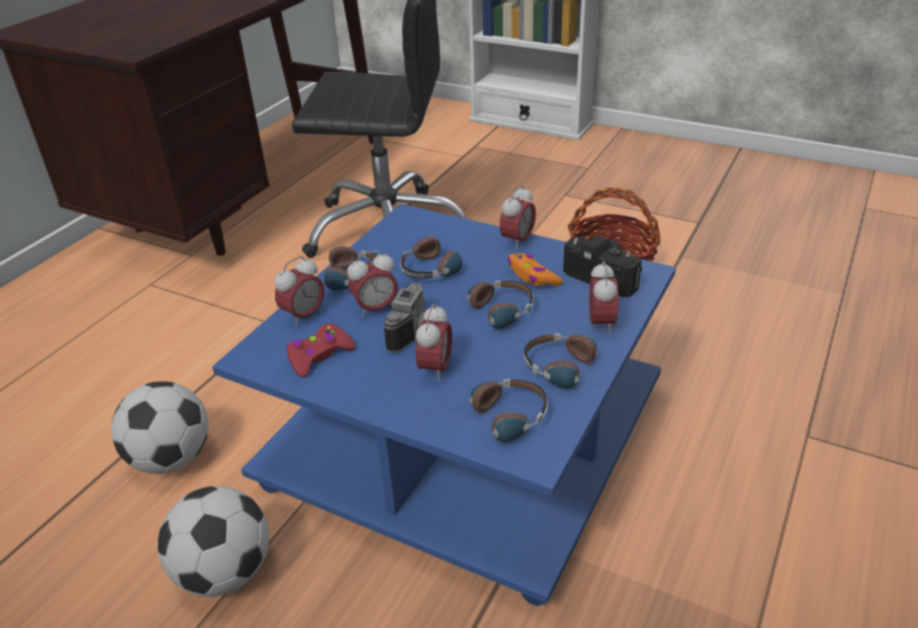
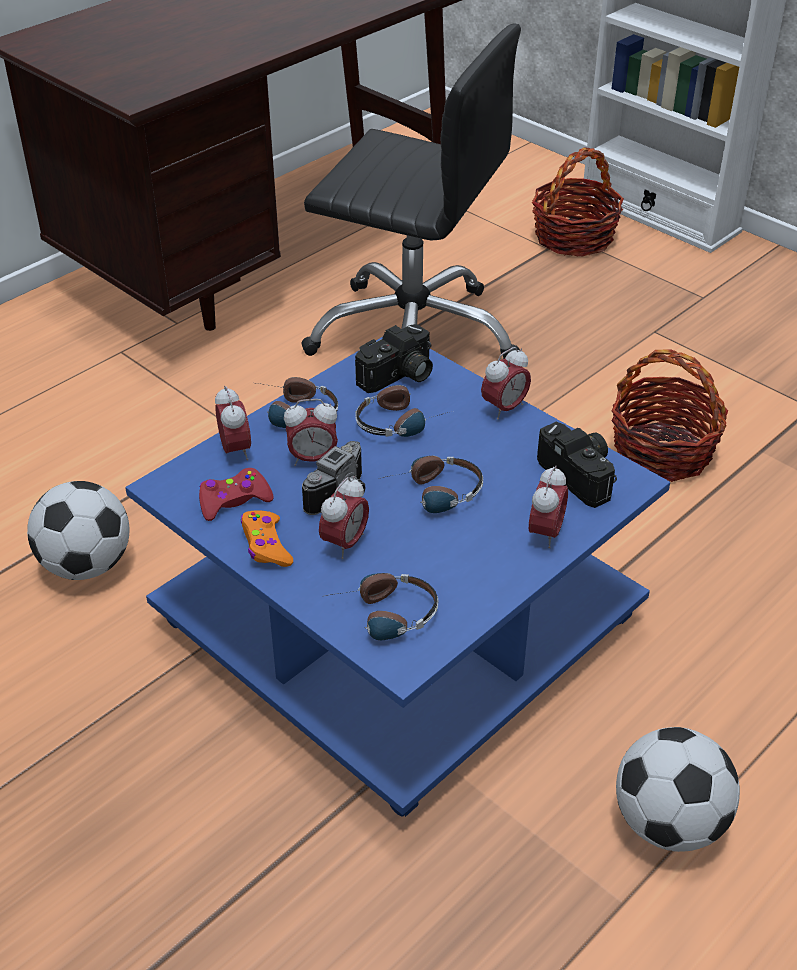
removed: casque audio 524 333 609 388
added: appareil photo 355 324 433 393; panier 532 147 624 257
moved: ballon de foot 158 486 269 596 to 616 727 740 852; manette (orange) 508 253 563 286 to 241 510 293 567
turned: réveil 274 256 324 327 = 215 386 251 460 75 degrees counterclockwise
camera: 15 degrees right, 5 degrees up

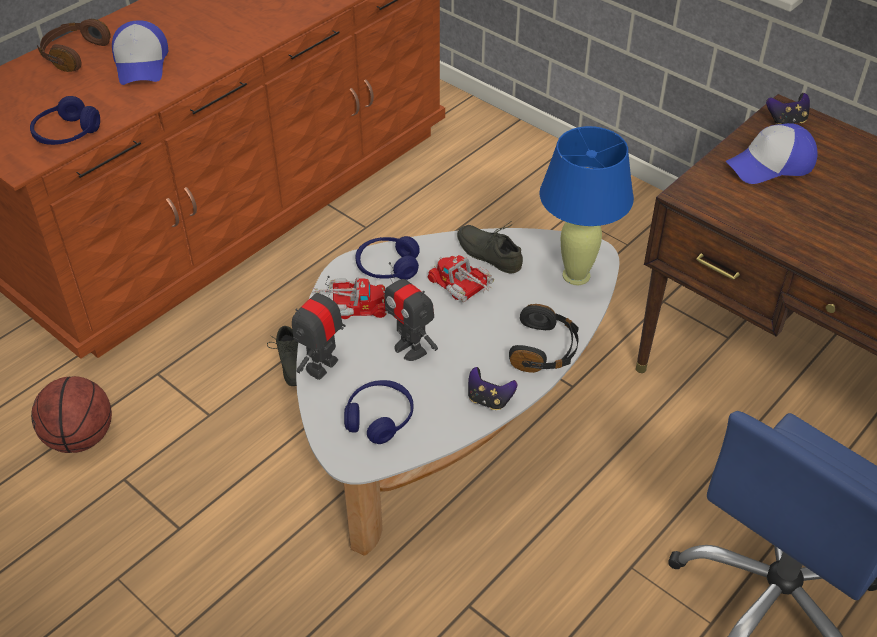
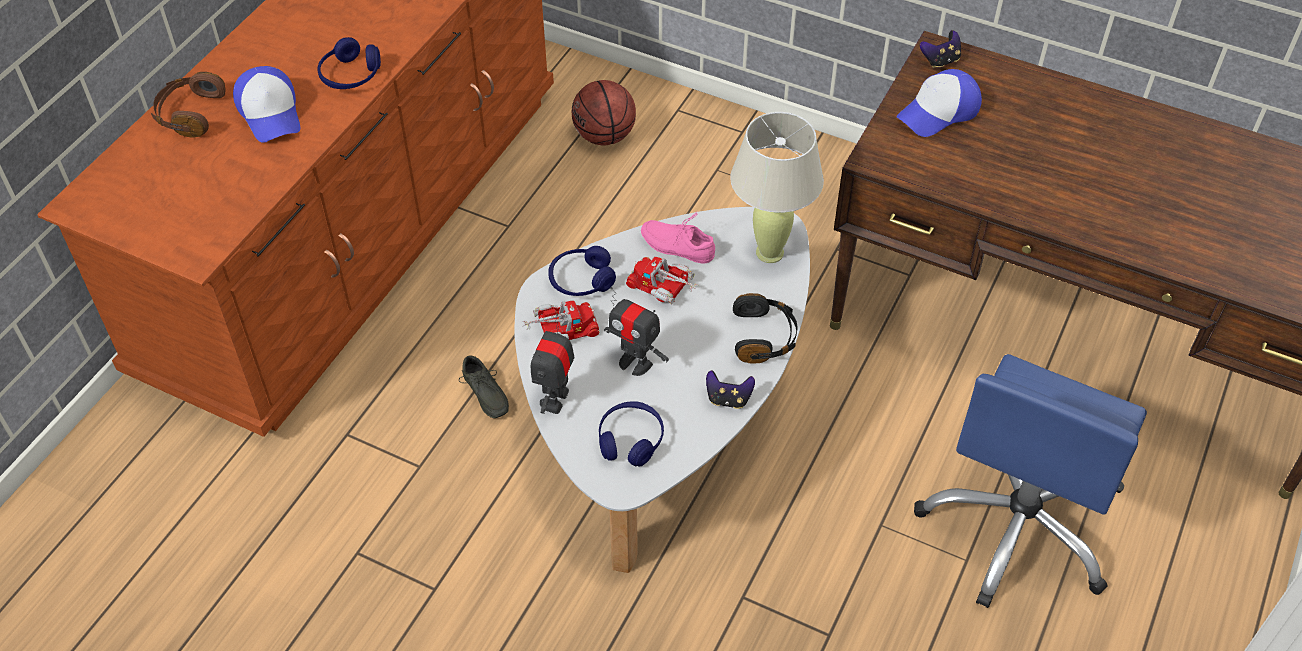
moved: casque audio (bleu) 30 96 100 145 to 317 37 381 89; ballon de basket 31 376 112 453 to 571 80 636 145
recoloured: chaussure (gris) 457 221 523 273 to chaussure (rose) 641 211 715 263; lampe de table (bleu) 540 126 634 285 to lampe de table (beige) 730 112 824 263
camera: 15 degrees left, 5 degrees up

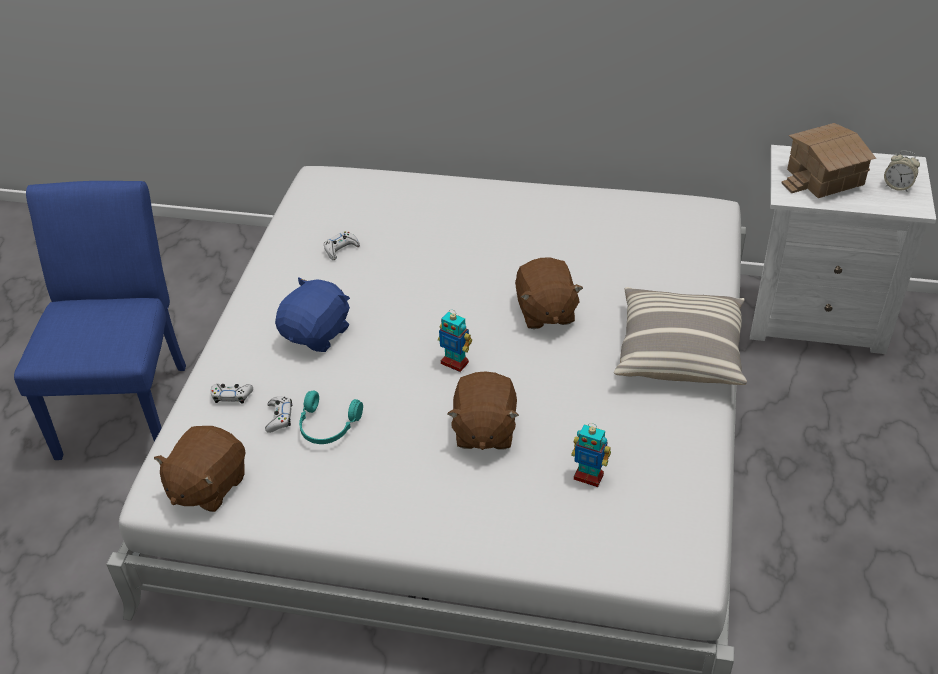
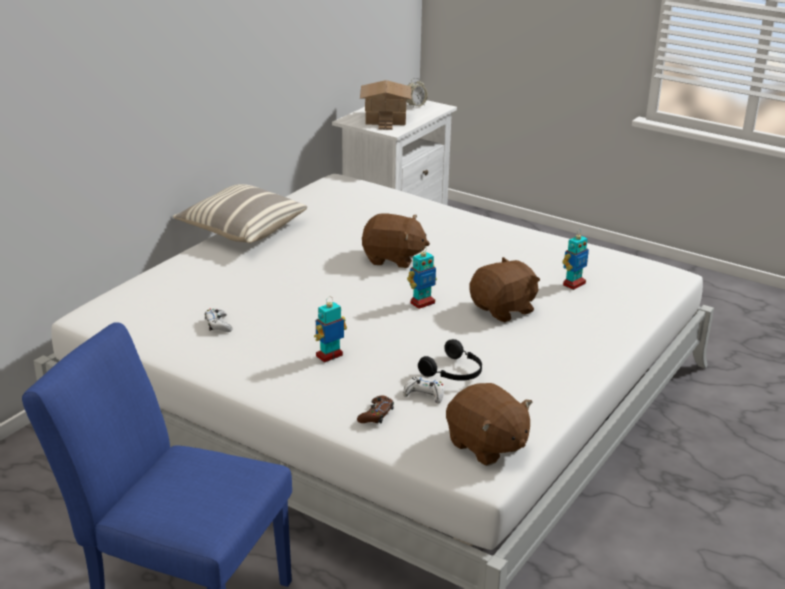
moved: coussin 614 287 747 385 to 173 184 307 243
replaced: peluche (bleu) 275 278 350 352 to robot jouet 314 297 347 363
recoloured: manette (blanc) 211 384 253 404 to manette (marron) 357 395 394 424; casque audio (turquoise) 299 391 363 444 to casque audio (noir) 418 339 482 381
turned: peluche (marron) 447 371 519 450 = 469 257 540 322 60 degrees counterclockwise
camera: 70 degrees left, 15 degrees down

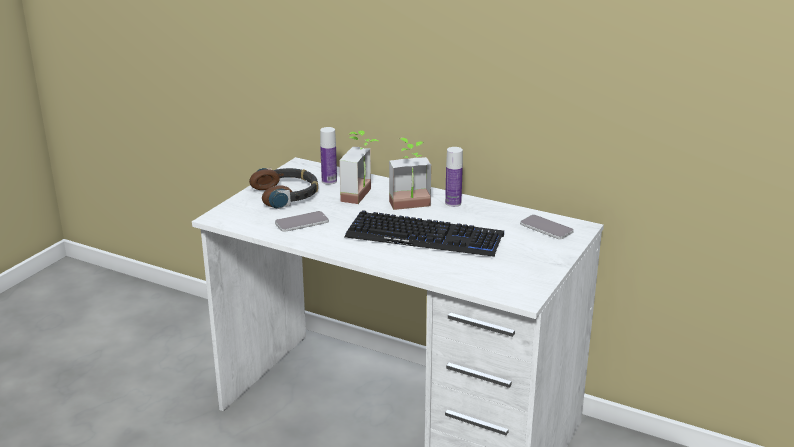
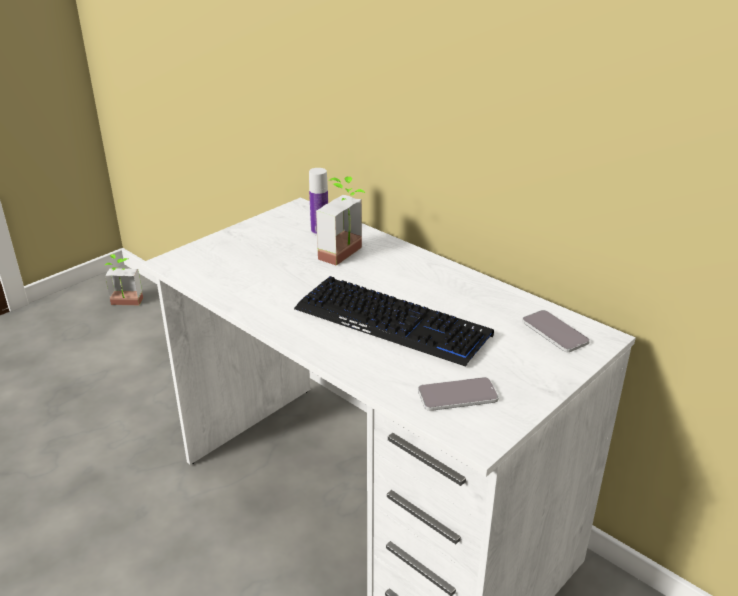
removed: casque audio 249 168 318 209; bouteille 445 147 463 207
moved: téléphone 275 211 329 232 to 418 377 499 411; plante en pot 389 138 431 210 to 104 254 143 305
camera: 15 degrees right, 5 degrees up

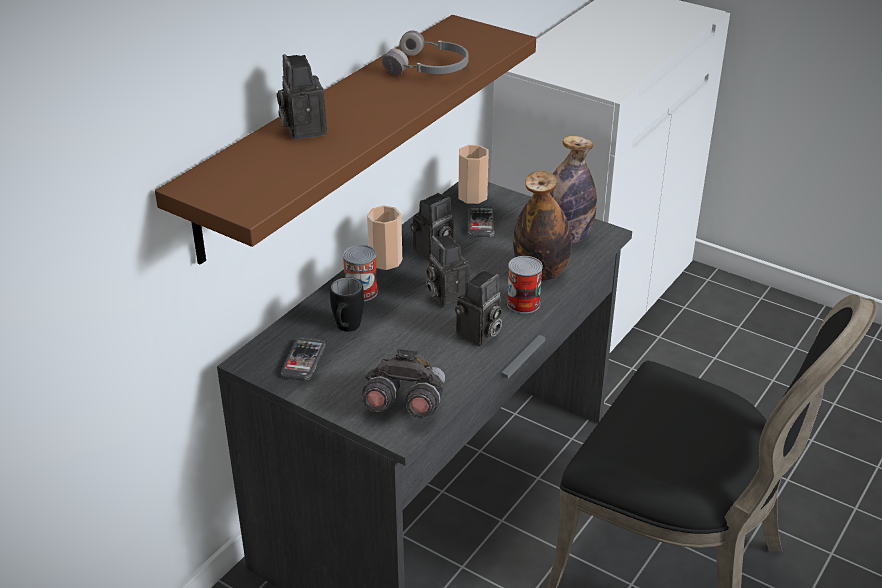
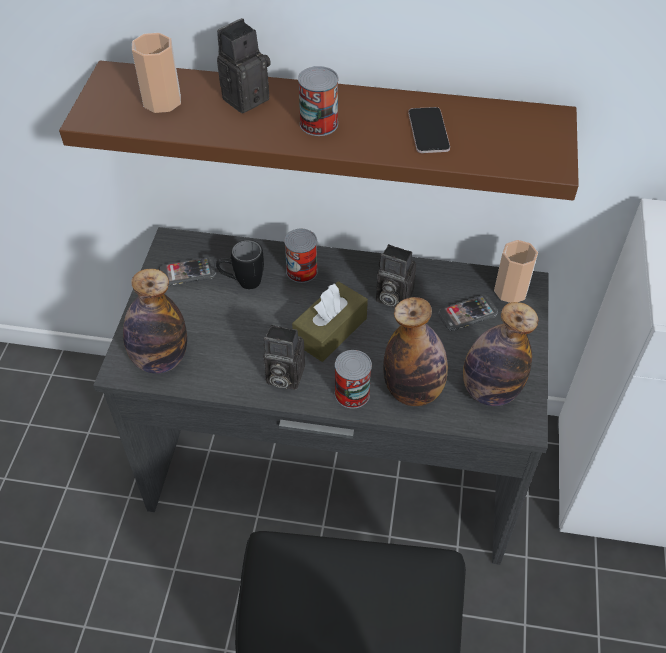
added: boîte métallique 298 66 339 136
moved: tasse 367 205 402 270 to 132 33 181 113
replaced: jumelles (gris) 362 349 445 418 to bouteille 123 269 187 374; casque audio (gris) 382 30 469 75 to téléphone 408 107 450 153; appareil photo 426 234 470 308 to boîte à mouchoirs (marron) 292 281 368 362
camera: 65 degrees right, 15 degrees up

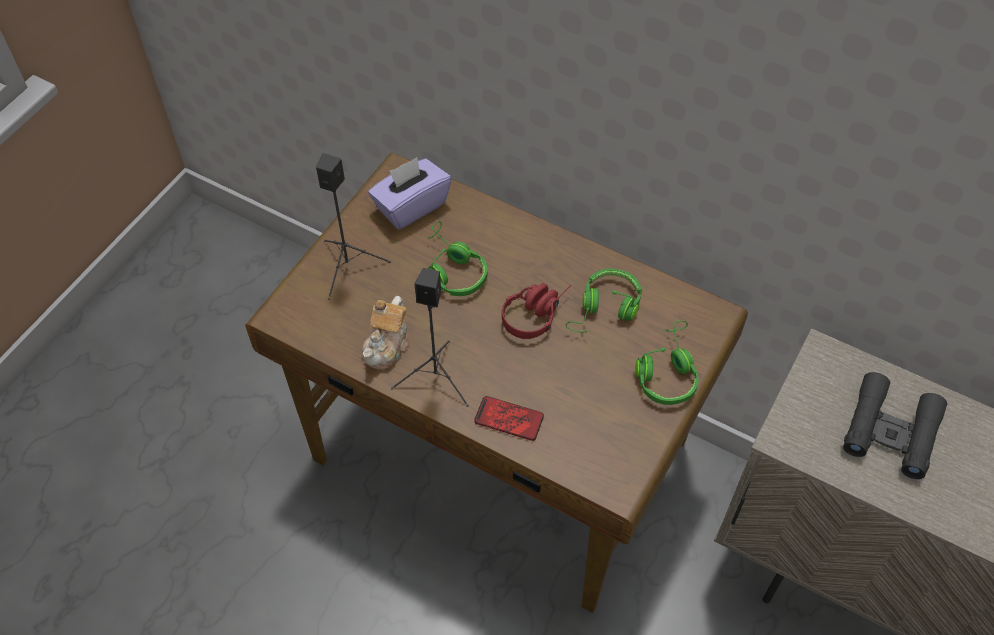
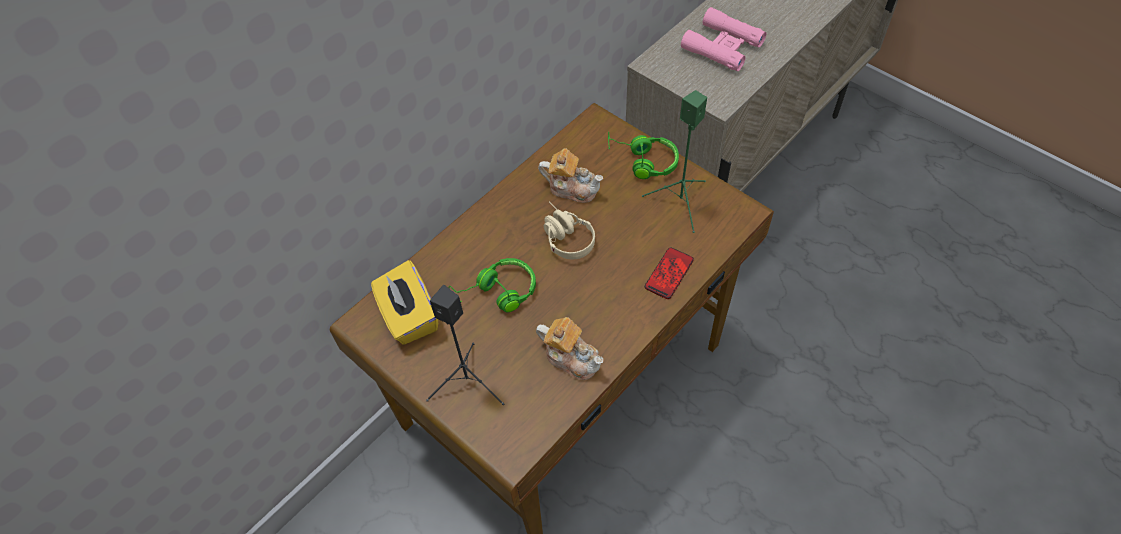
removed: enceinte (noir) 391 268 469 407
added: enceinte (vert) 642 90 707 233
replaced: casque audio (vert) 566 268 642 333 to théière 538 148 603 203
recoloured: boîte à mouchoirs (violet) 368 157 451 230 to boîte à mouchoirs (jaune) 371 260 438 344; casque audio (rouge) 502 283 571 339 to casque audio (beige) 544 201 595 259; jumelles (noir) 843 372 947 479 to jumelles (rose) 681 7 766 71
camera: 75 degrees left, 0 degrees up

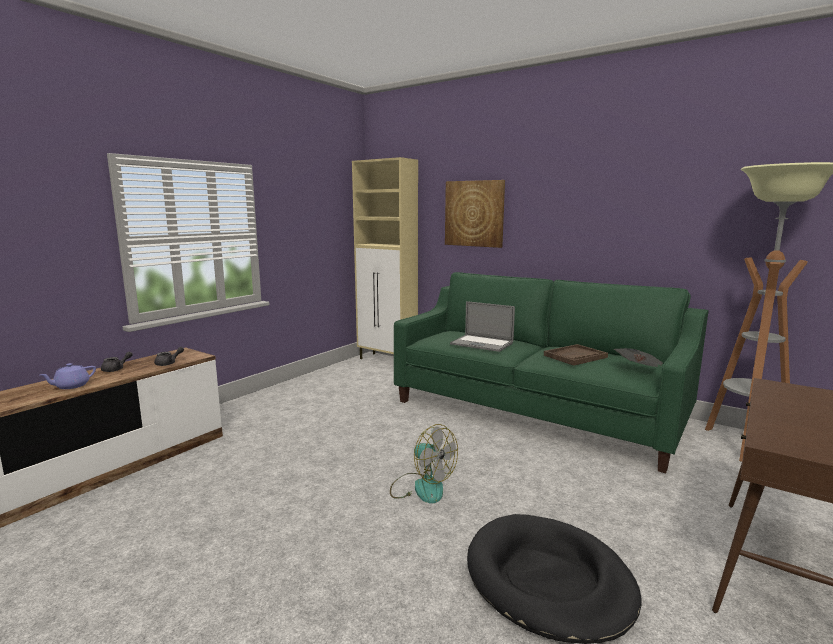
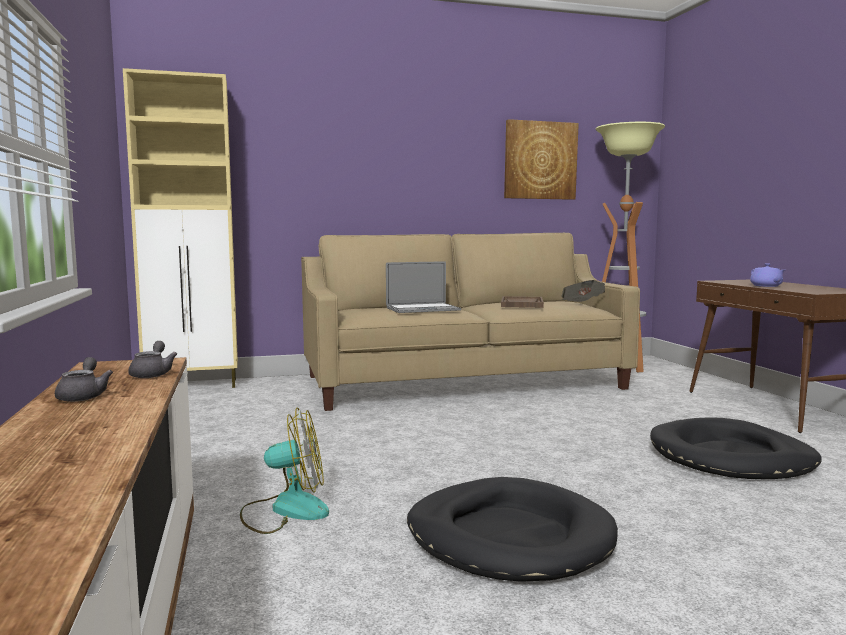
added: panier pour chien (noir) 407 477 618 582
moved: théière (violet) 40 363 96 389 to 750 263 785 287; ventilateur 390 424 458 504 to 240 407 329 534; tableau 445 180 505 248 to 504 119 579 200
recoloured: canapé (vert) 394 272 709 473 to canapé (beige) 301 233 640 411
camera: 50 degrees left, 5 degrees down

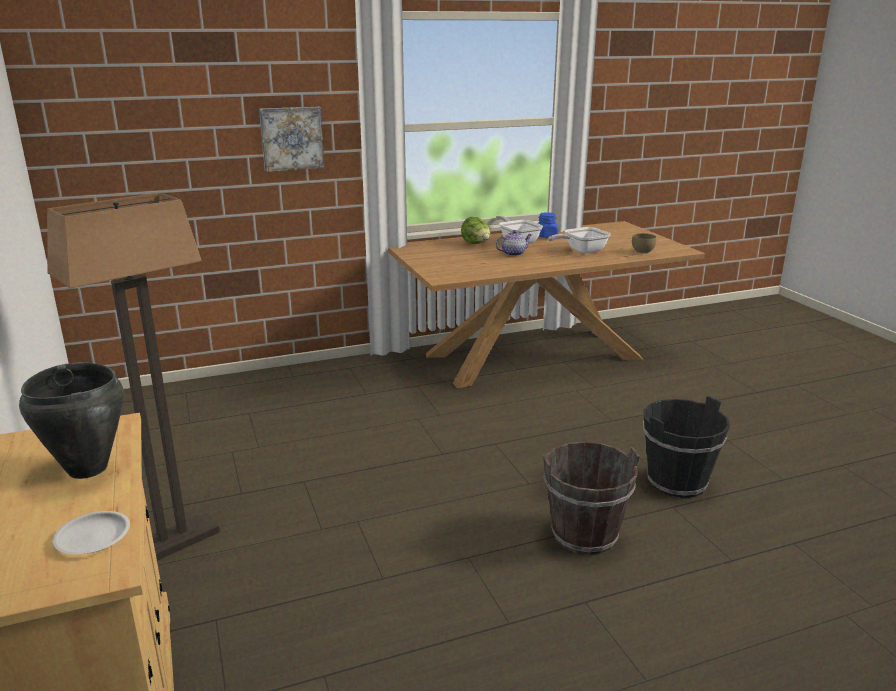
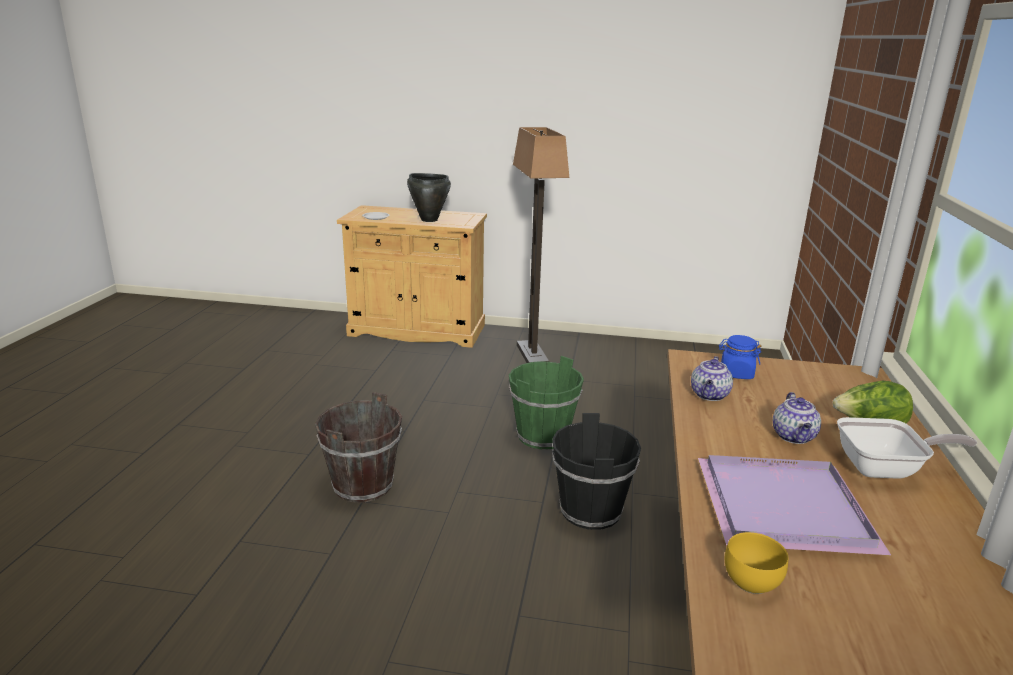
removed: tableau 259 107 324 172
added: seau (vert) 509 356 584 450; théière 691 356 733 401
moved: bocal (bleu) 538 213 558 238 to 719 335 761 379; seau (noir) 643 396 730 498 to 552 413 641 530
replaced: poêle 548 227 611 254 to plateau (violet) 698 455 891 555
recoloured: bol (marron) 632 233 656 253 to bol (jaune) 725 532 788 594
camera: 120 degrees right, 0 degrees up

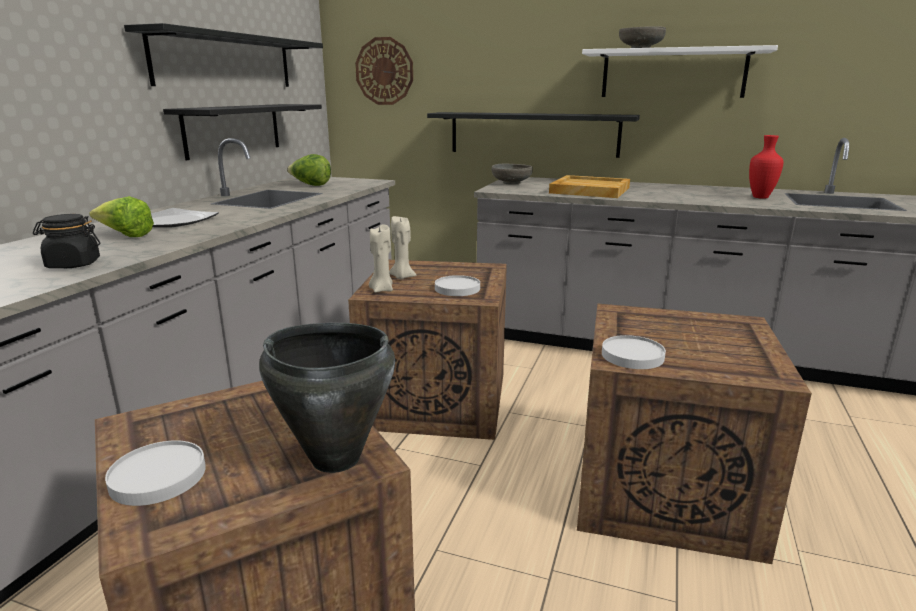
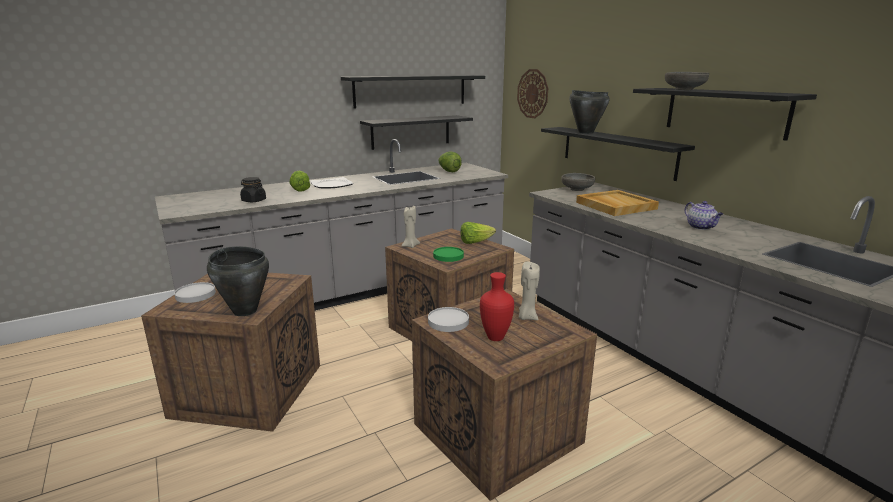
added: laitue 460 222 496 244; marmite (noir) 570 90 610 134; théière 685 201 723 230
moved: bougie (beige) 389 215 417 279 to 519 262 540 320; vase (rouge) 749 135 784 199 to 480 272 514 341
recoloured: assiette (blanc) 435 275 480 296 to assiette (vert) 433 247 464 262; étagère (blanc) 582 45 778 98 to étagère (noir) 633 88 817 141
camera: 40 degrees right, 0 degrees up

